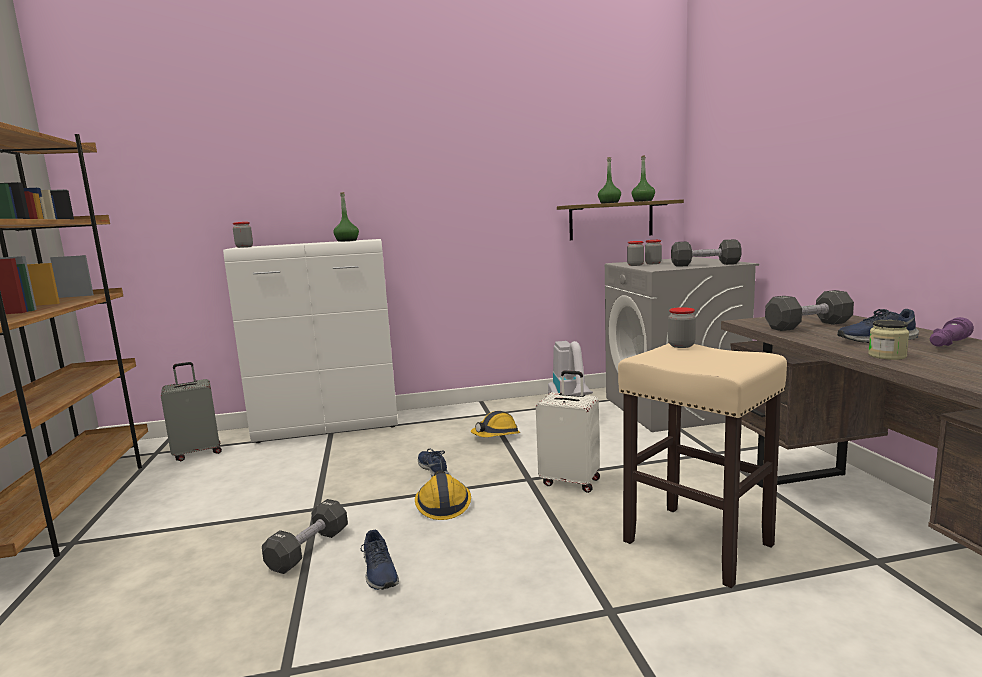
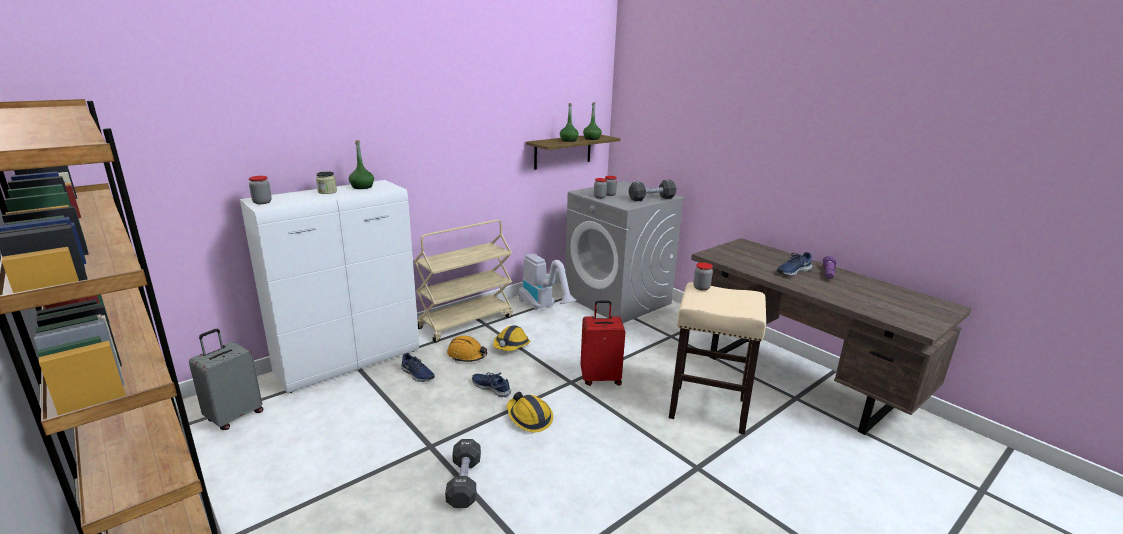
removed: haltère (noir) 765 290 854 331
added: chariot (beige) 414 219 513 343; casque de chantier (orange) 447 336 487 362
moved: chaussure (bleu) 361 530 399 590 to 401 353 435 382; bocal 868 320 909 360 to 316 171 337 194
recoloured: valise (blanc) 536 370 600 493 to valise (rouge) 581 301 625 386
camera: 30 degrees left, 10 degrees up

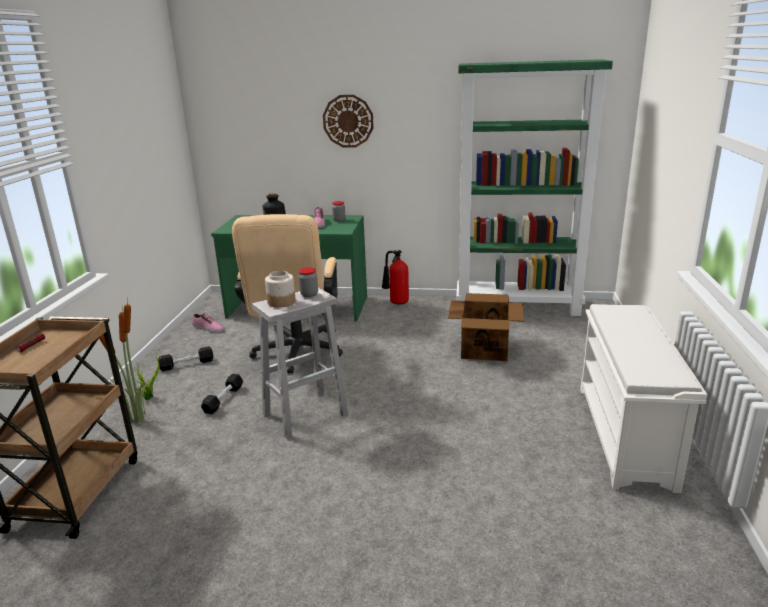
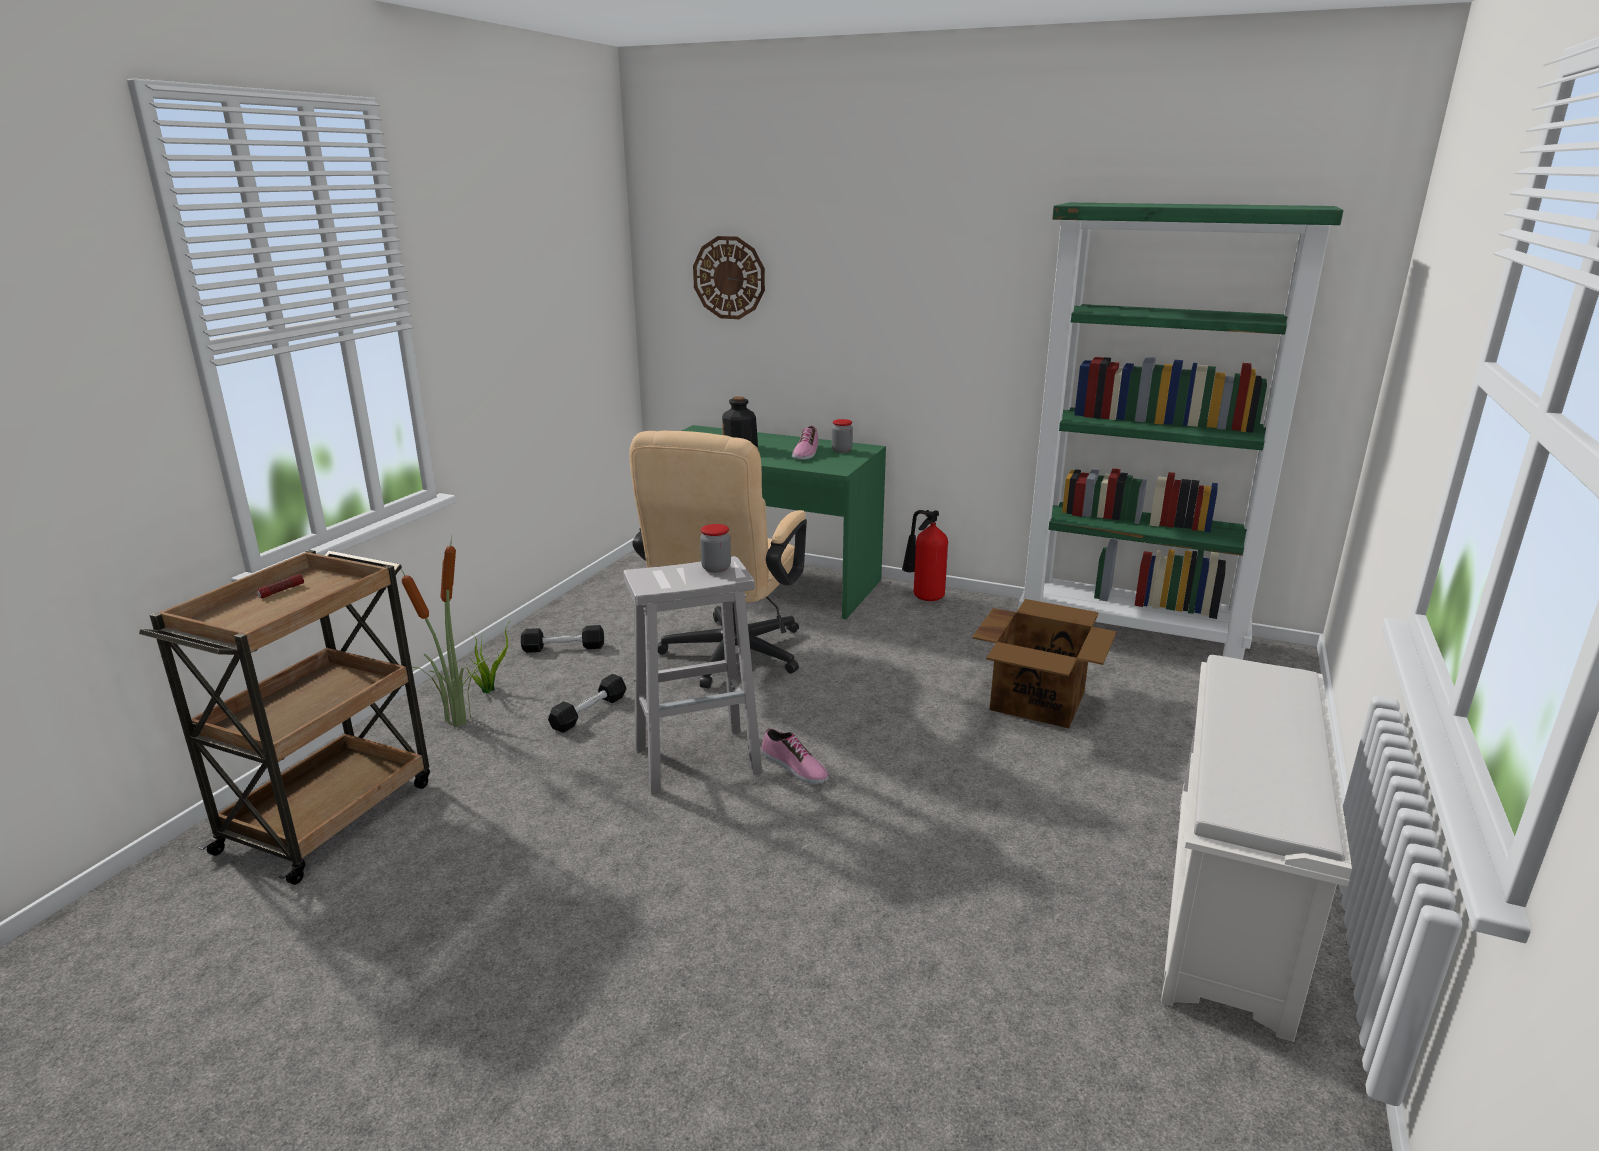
removed: bocal 265 271 296 308
moved: chaussure 192 313 225 333 to 761 728 828 784; horloge murale 323 95 374 148 to 693 236 765 319
camera: 15 degrees right, 0 degrees up

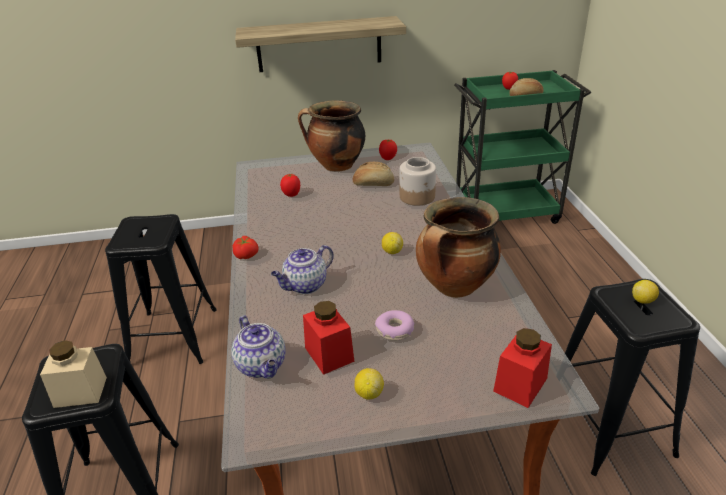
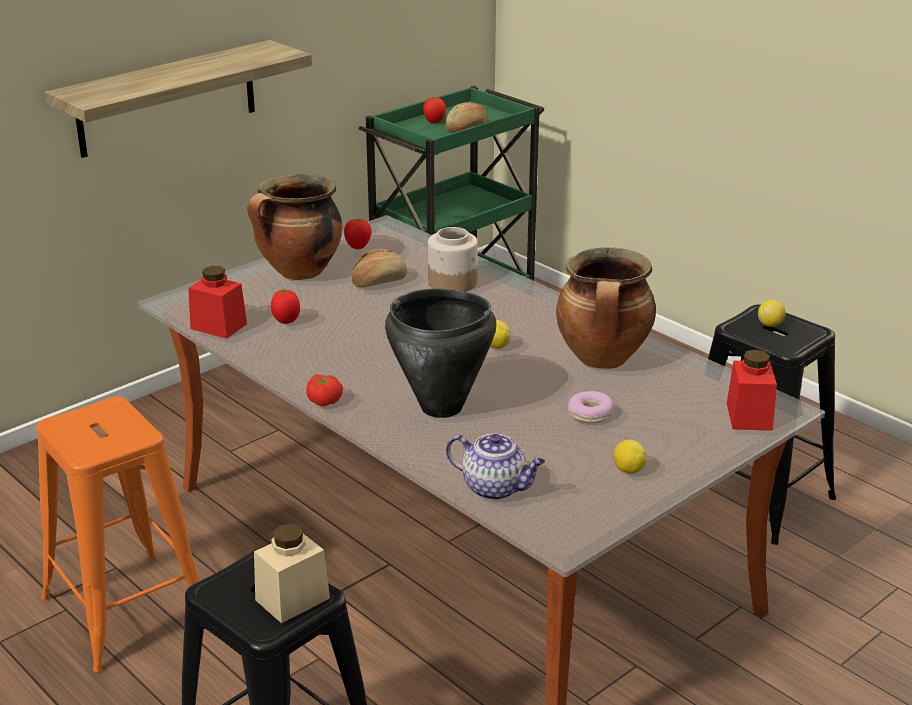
moved: bocal (rouge) 303 301 354 375 to 188 266 247 339
replaced: théière 271 245 334 294 to marmite (noir) 385 289 497 418
recoloured: tabouret (noir) 105 214 217 364 to tabouret (orange) 37 397 200 672
camera: 35 degrees left, 5 degrees down

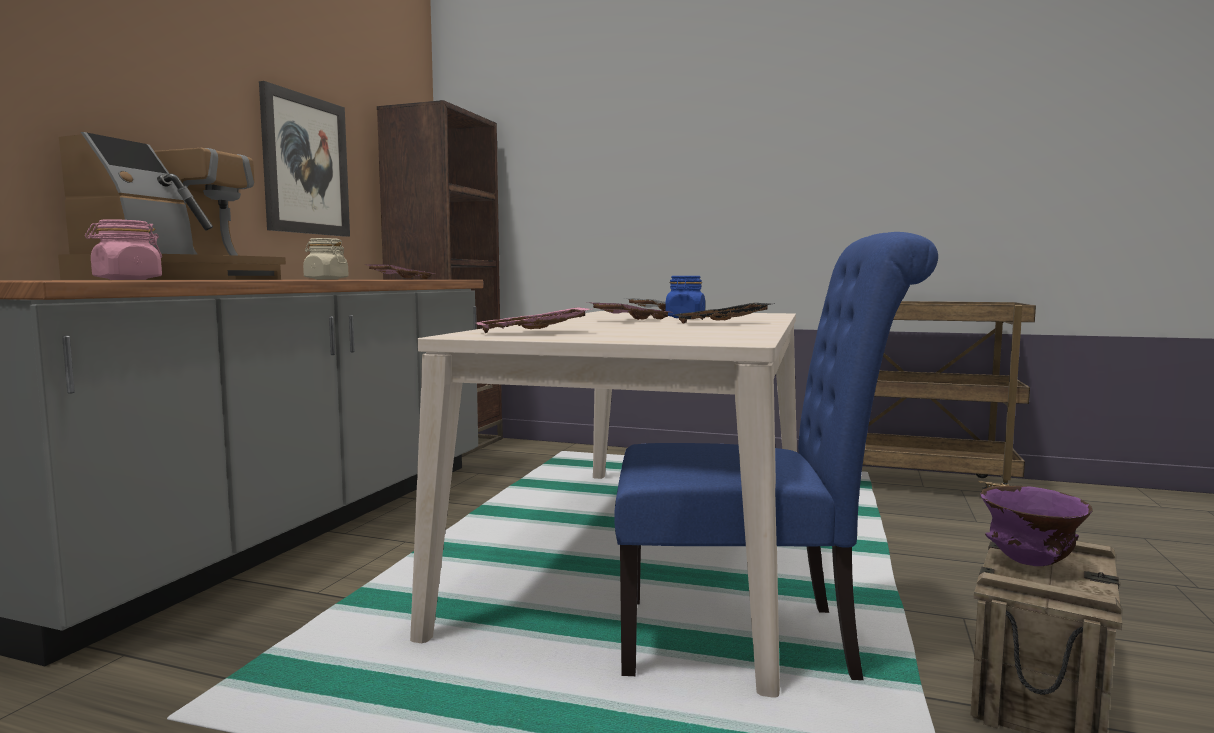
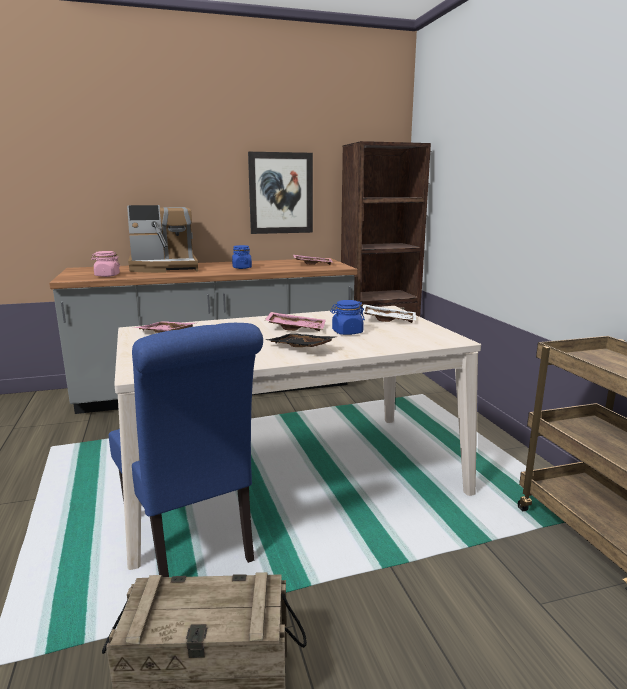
removed: bol (violet) 981 486 1093 566
recoloured: bocal (beige) 303 238 349 279 to bocal (bleu) 232 245 252 269
camera: 55 degrees right, 10 degrees up

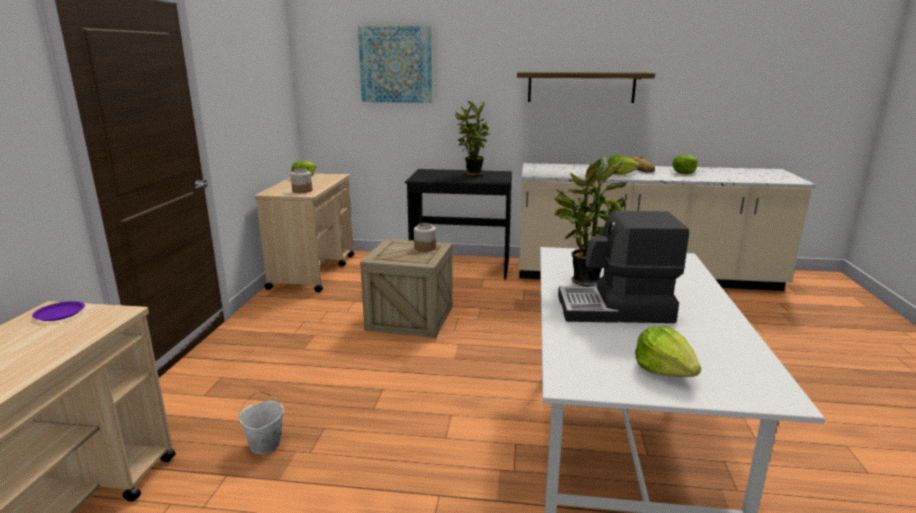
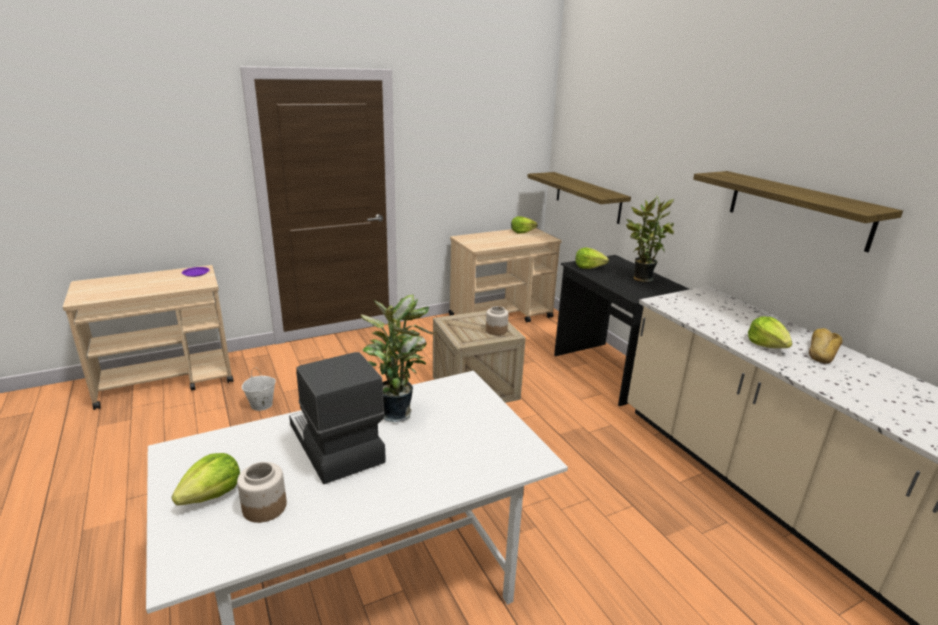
removed: tableau 358 26 432 103
added: étagère 527 172 631 224
moved: bocal 291 168 312 193 to 237 462 287 523; laitue 672 155 698 174 to 575 248 609 269
camera: 55 degrees right, 5 degrees up

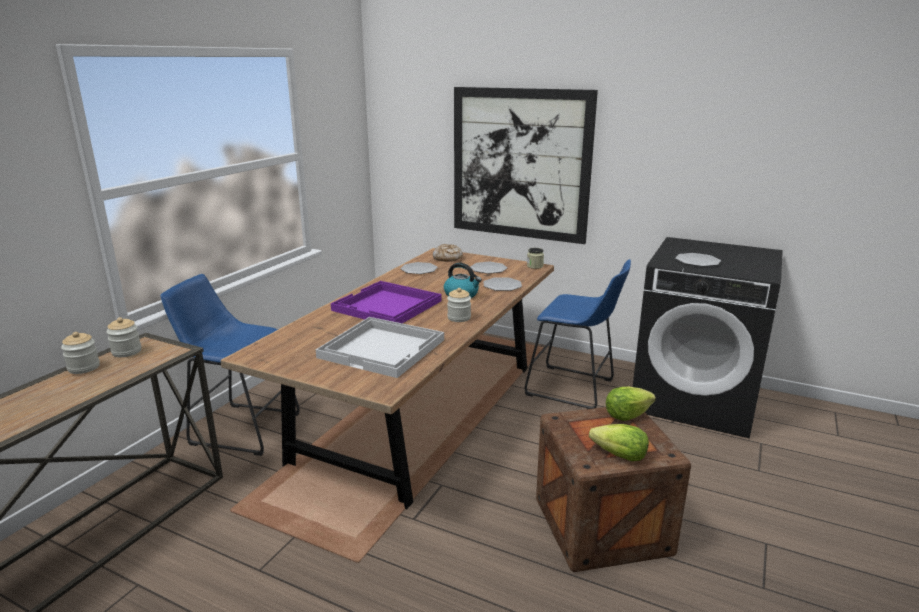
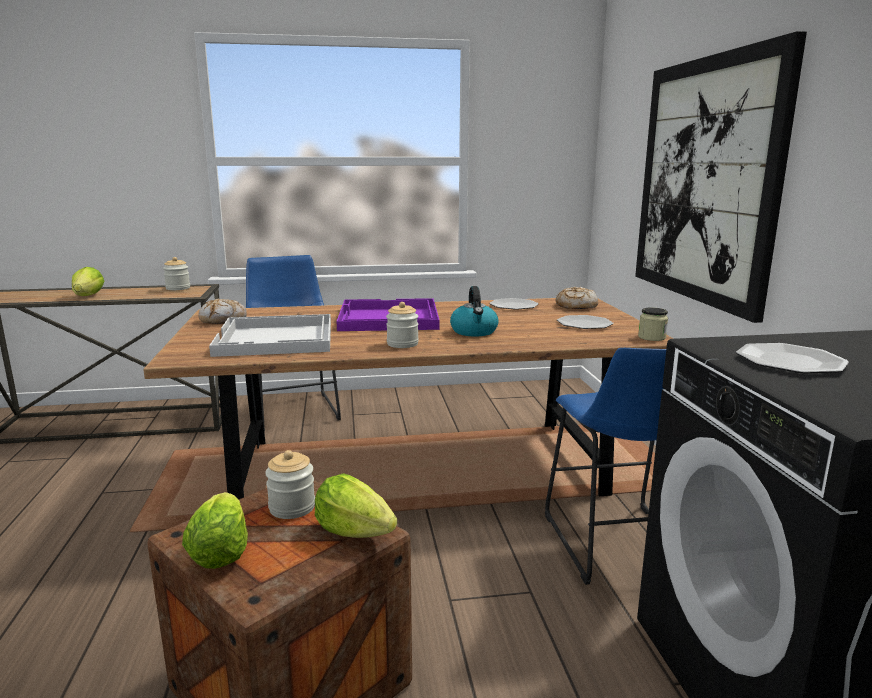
removed: assiette 484 277 522 291
added: laitue 72 267 105 296; pain 198 298 247 324
moved: bocal 61 332 100 374 to 265 450 315 519
camera: 55 degrees right, 5 degrees down

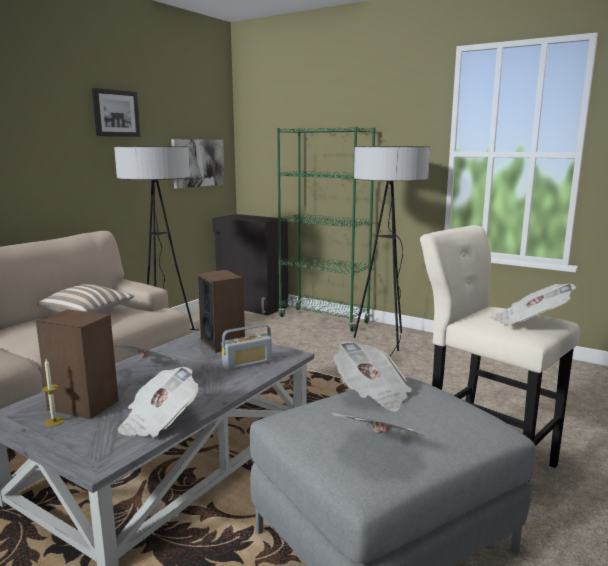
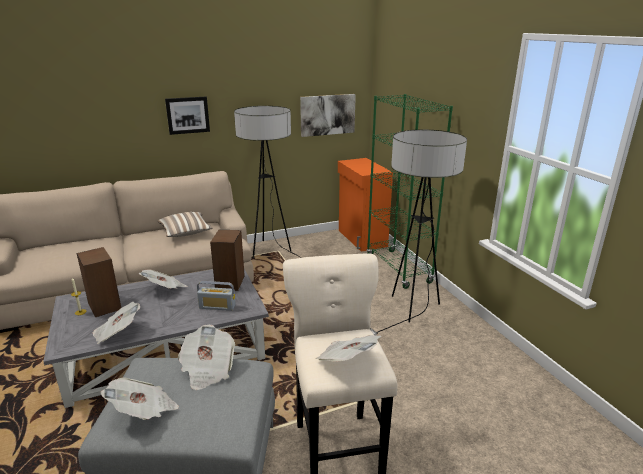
moved: tableau 92 88 140 137 to 165 97 210 135
recoloured: meuble de rangement (noir) 212 214 288 315 to meuble de rangement (orange) 338 158 393 252
camera: 35 degrees right, 10 degrees up

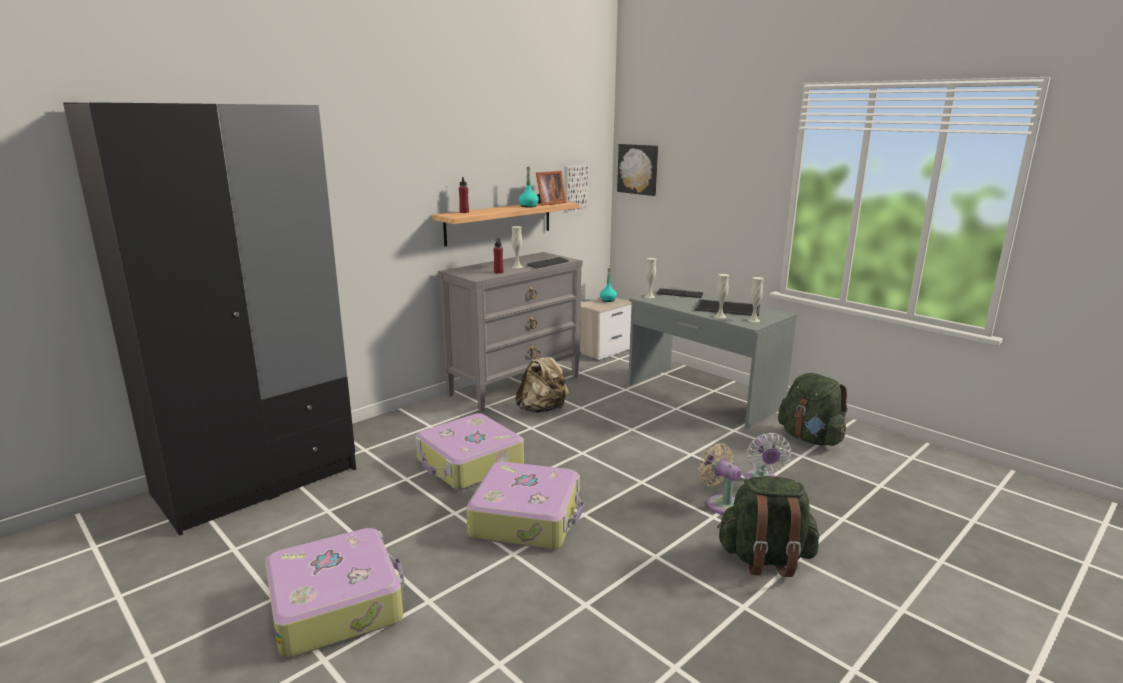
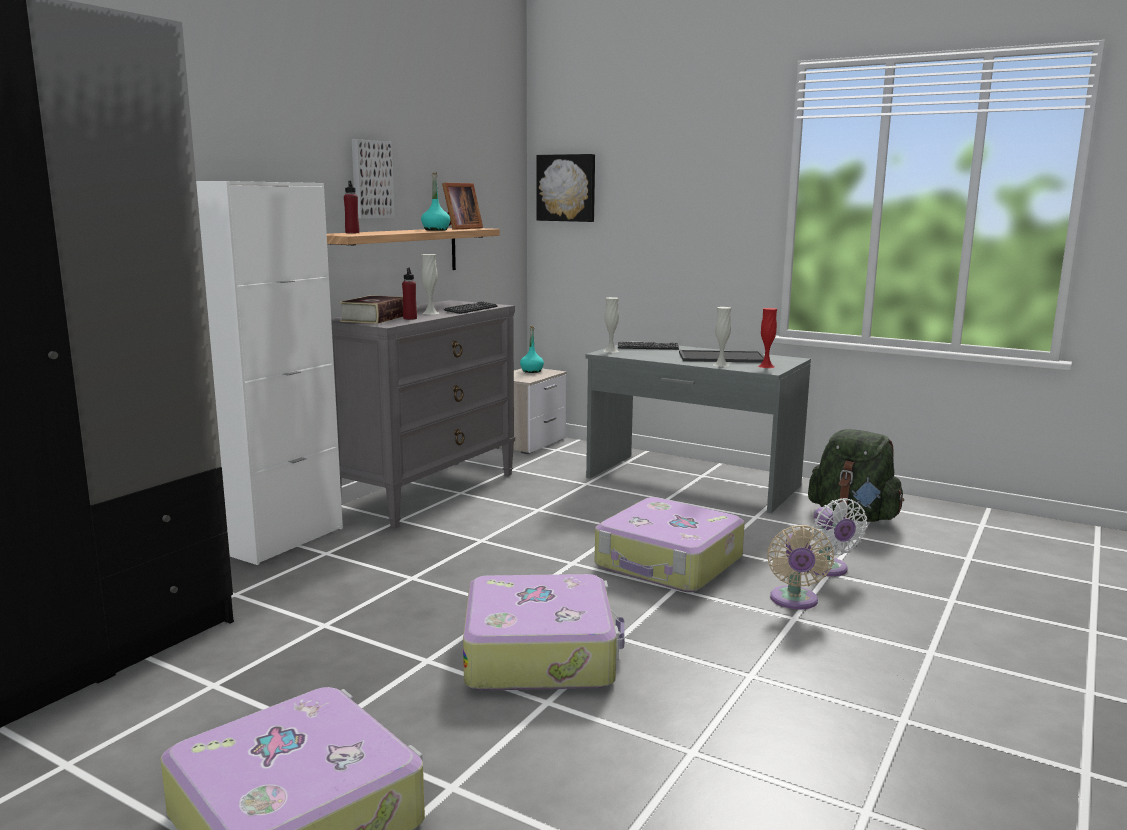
removed: sac à dos (beige) 515 351 569 413; sac à dos (vert) 717 476 819 577
added: meuble de rangement (blanc) 196 181 343 565; livre 339 295 403 324
moved: valise 415 413 524 490 to 595 497 745 592; tableau 564 165 589 213 to 352 139 395 219
recoloured: vase (blanc) 748 277 764 322 to vase (rouge) 758 308 777 368
turned: ventilateur (beige) 698 443 742 515 = 767 525 834 609 120 degrees counterclockwise
camera: 15 degrees left, 5 degrees down

